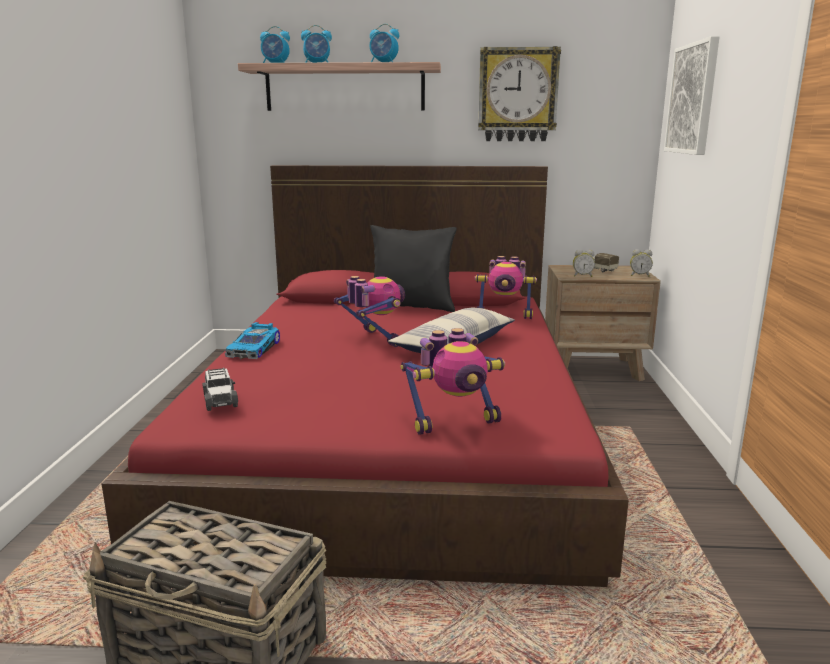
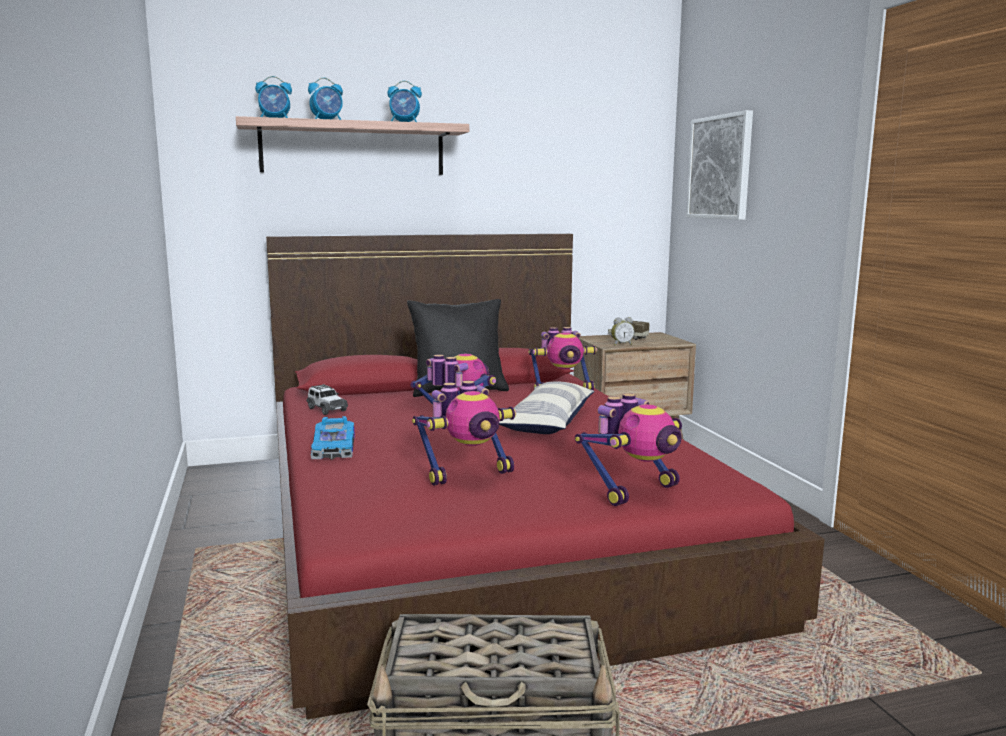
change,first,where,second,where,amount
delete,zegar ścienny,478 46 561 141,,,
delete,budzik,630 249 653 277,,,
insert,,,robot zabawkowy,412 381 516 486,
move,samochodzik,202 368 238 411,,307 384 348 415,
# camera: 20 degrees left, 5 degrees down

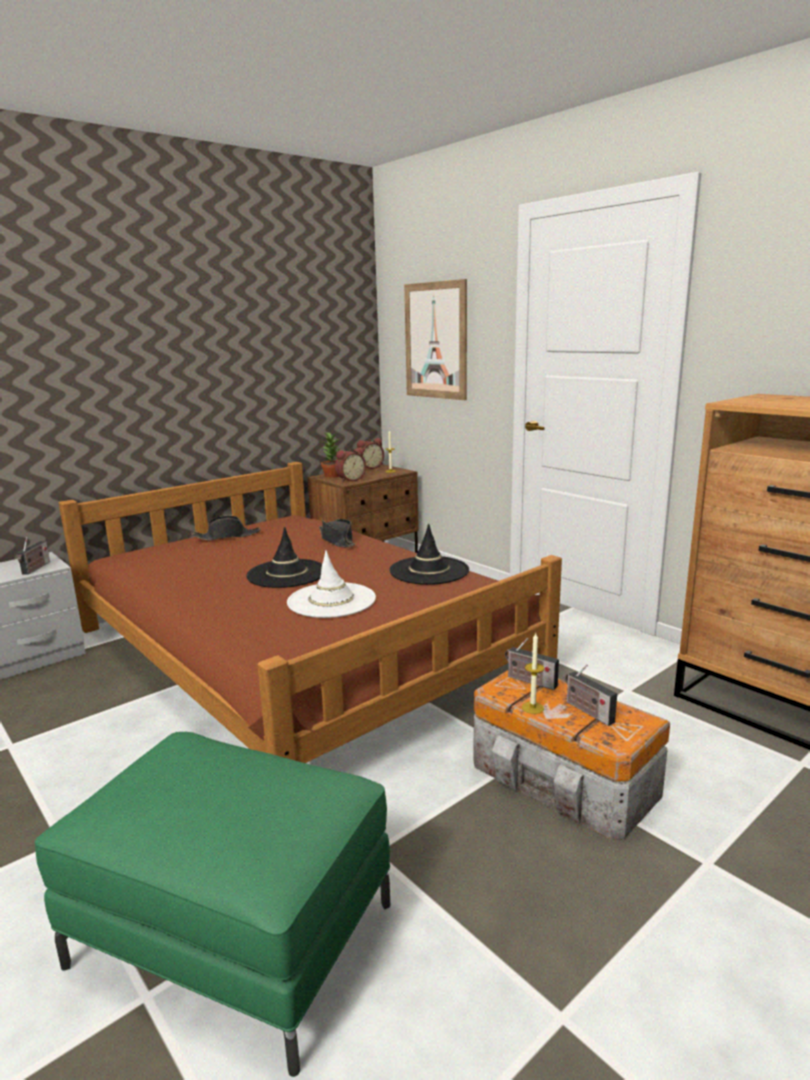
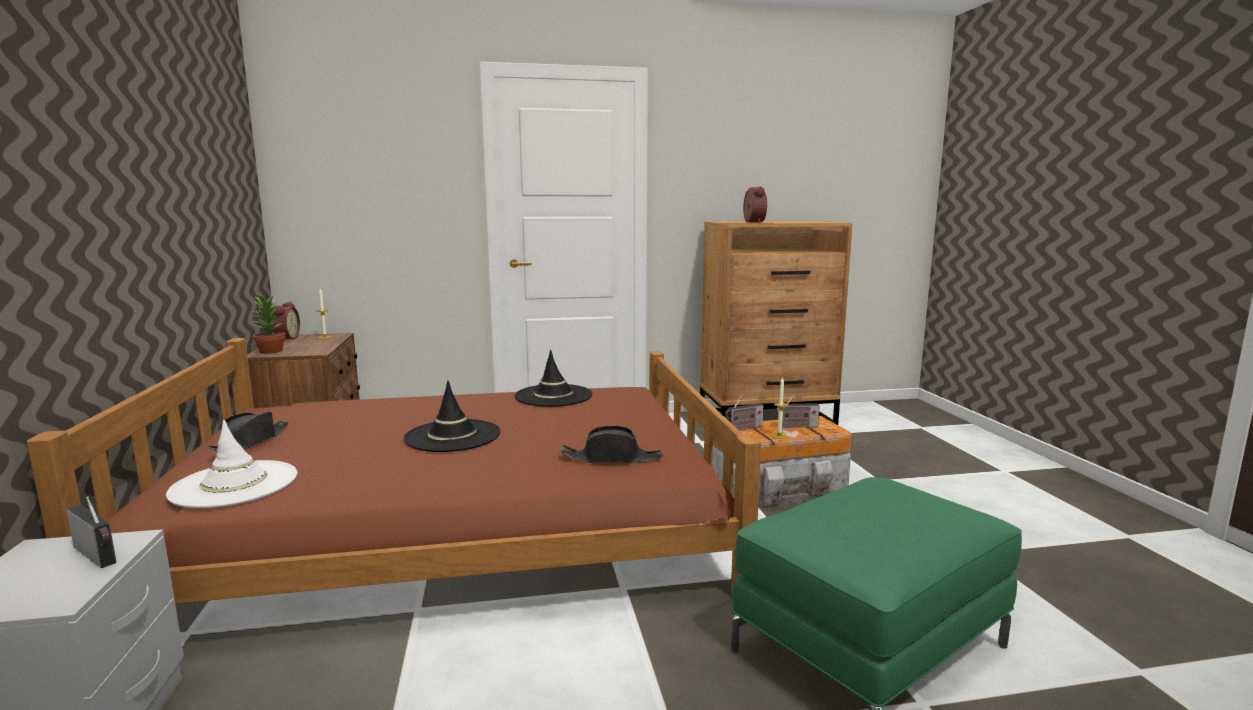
change,first,where,second,where,amount
delete,obraz,404 279 467 400,,,
move,kapelusz (biały),287 550 376 618,,166 420 297 508,
move,kapelusz (czarny),319 519 355 547,,560 425 664 463,
move,budzik,335 448 366 482,,743 186 767 222,
# camera: 60 degrees left, 5 degrees down

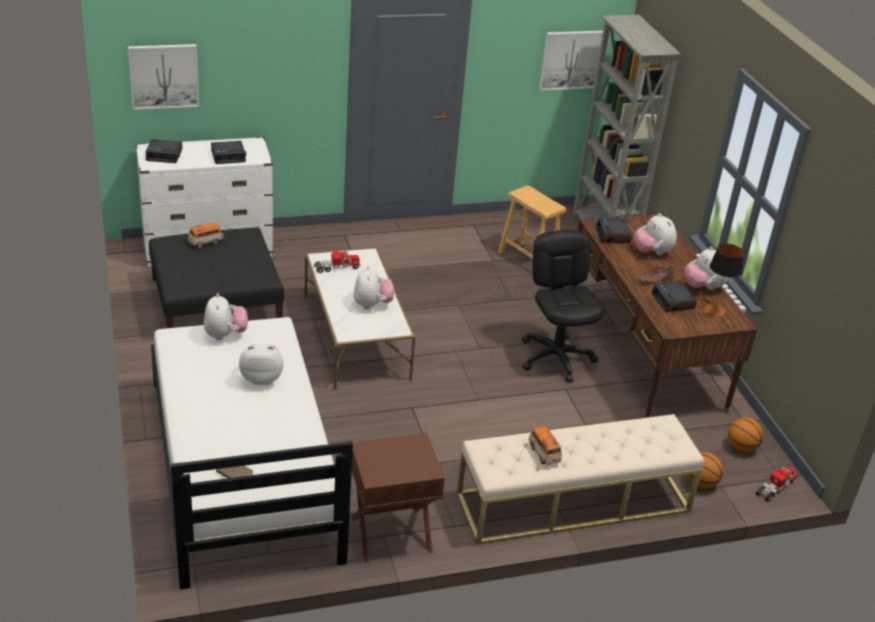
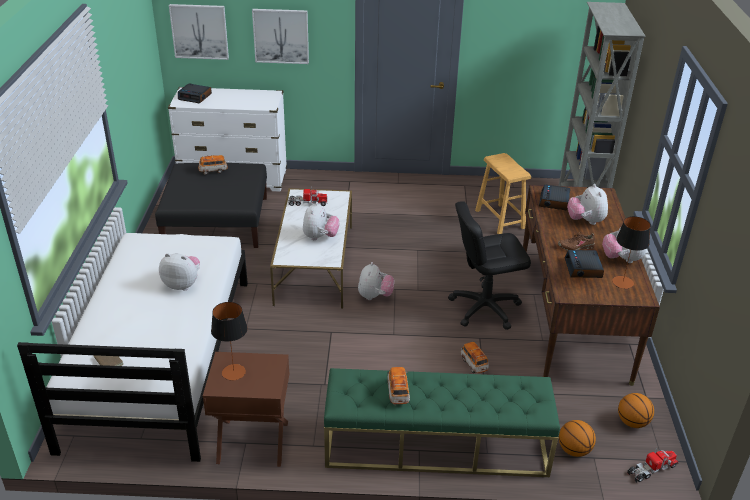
change,first,where,second,where,amount
delete,budzik,211 141 246 164,,,
insert,,,lampa stołowa,211 302 248 380,
insert,,,samochodzik,460 342 489 374,
move,pluszak,204 293 248 340,,358 262 394 300,
move,obraz,539 31 603 91,,252 9 309 64,
recolor,ławka (beżowy),457 414 704 545,ławka (zielony),324 368 560 477,
rotate,krzesło biurowe (czarny),522 230 604 382,,448 202 531 330,105 degrees counterclockwise
# camera: 20 degrees right, 0 degrees up

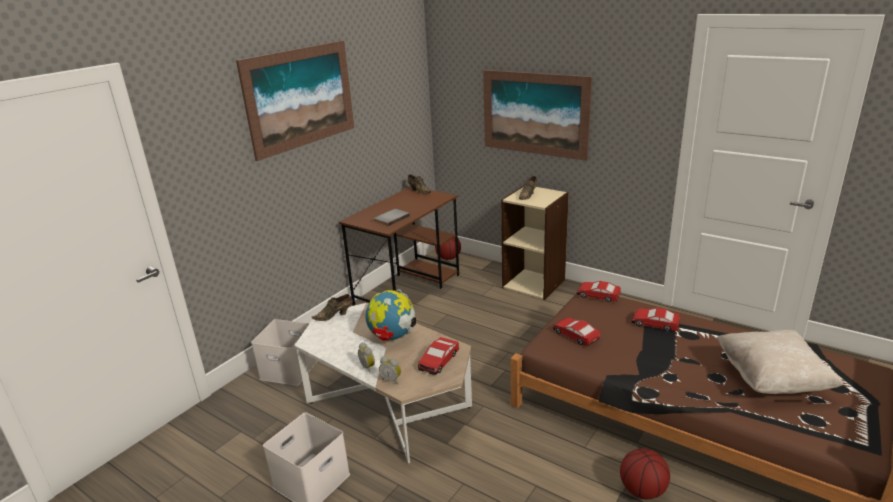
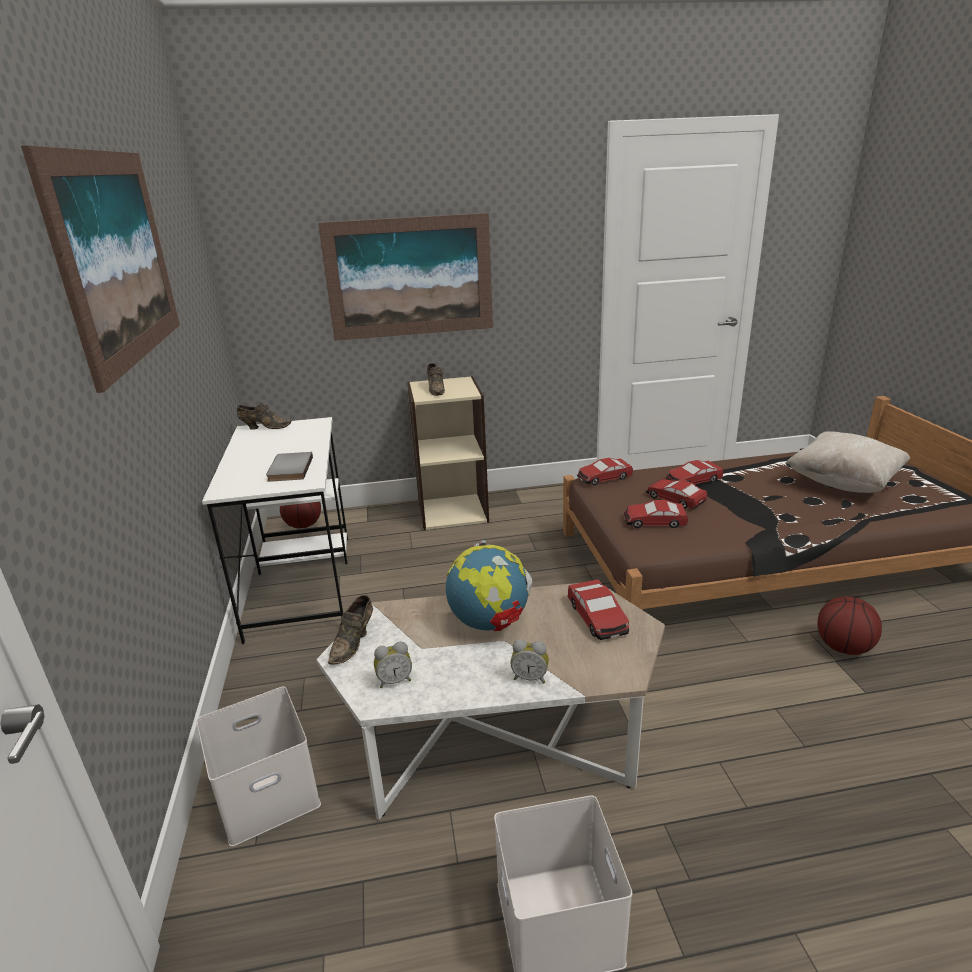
change,first,where,second,where,amount
insert,,,samochodzik,646 479 707 509,
move,budzik,379 356 401 384,,374 641 412 688,
recolor,biurko (brązowy),339 186 459 306,biurko (biały),202 417 348 644,
# camera: 45 degrees left, 0 degrees up

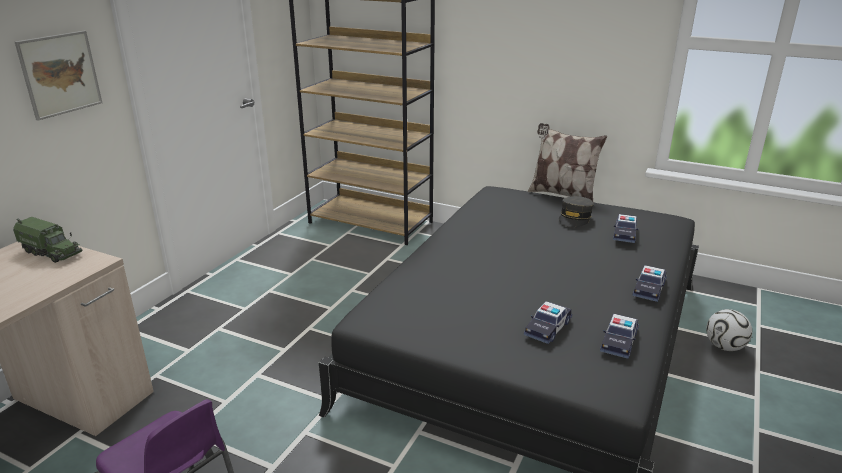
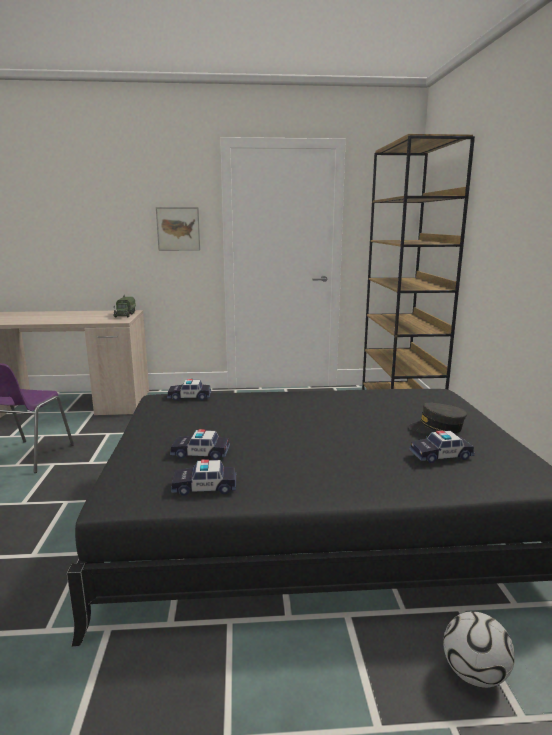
change,first,where,second,where,amount
delete,poduszka,528 123 607 201,,,
move,samochodzik,632 265 667 302,,167 379 211 401,
# camera: 60 degrees right, 10 degrees down

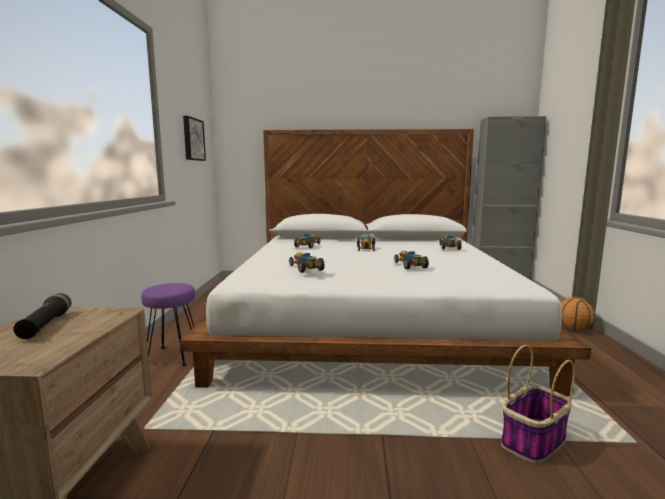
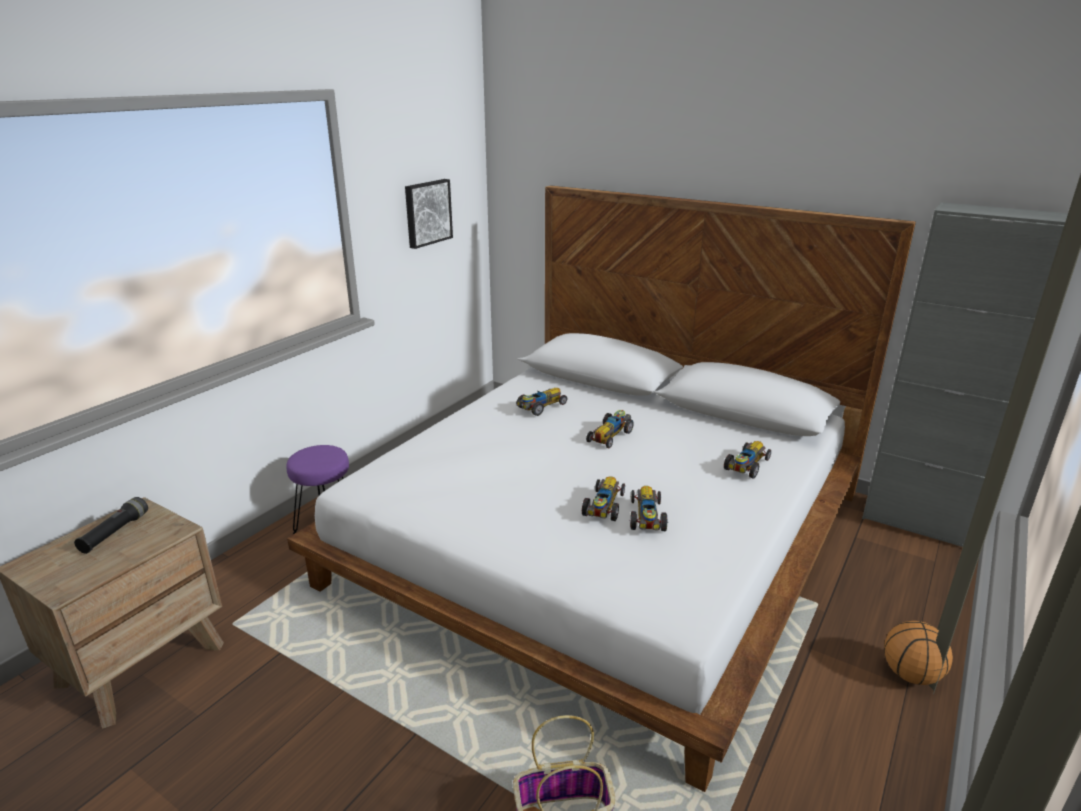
change,first,where,second,where,amount
move,samochodzik,289 252 325 273,,629 486 668 531,
# camera: 30 degrees right, 15 degrees up

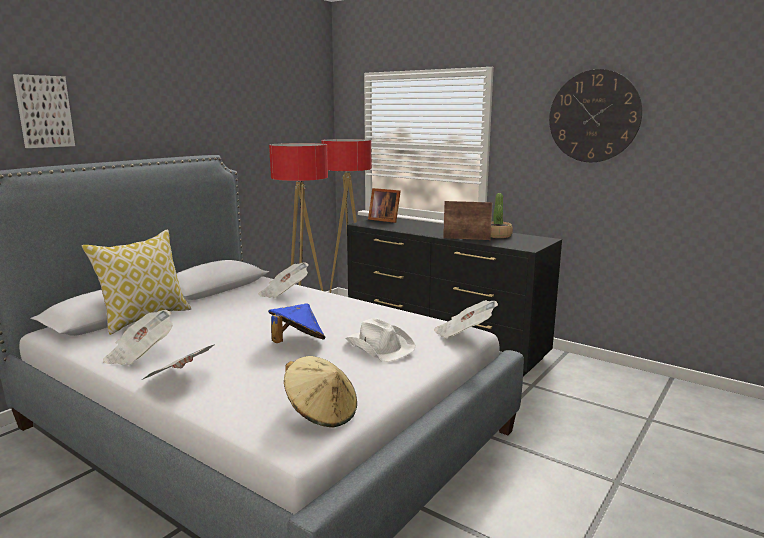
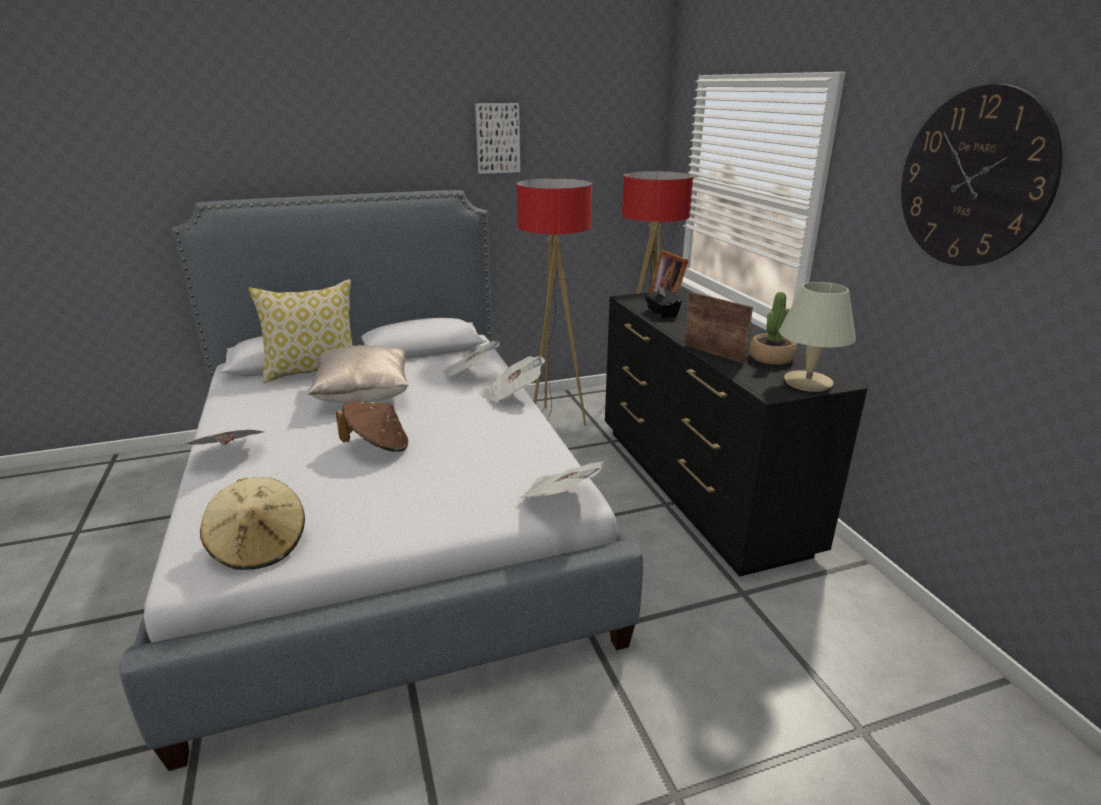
change,first,where,second,where,amount
delete,kapelusz (biały),345 318 415 362,,,
insert,,,poduszka (beżowy),307 345 408 403,
insert,,,pudełko chusteczek (czarny),646 285 682 318,
insert,,,lampa stołowa (beżowy),779 282 856 392,
move,obraz,13 74 75 148,,475 103 520 174,
move,gazeta,103 310 173 365,,479 356 545 403,
recolor,kapelusz (niebieski),268 303 326 343,kapelusz (brązowy),336 401 408 452,
# camera: 35 degrees right, 10 degrees up

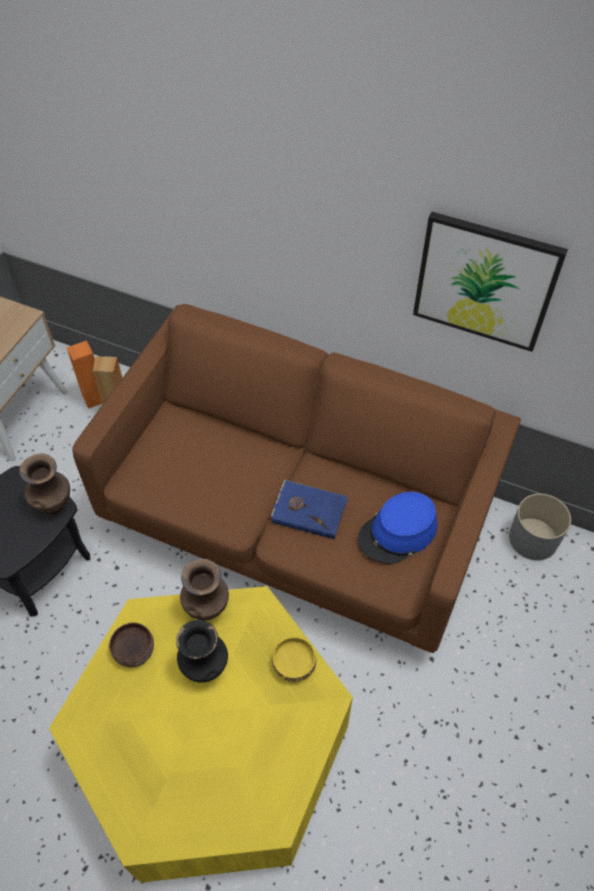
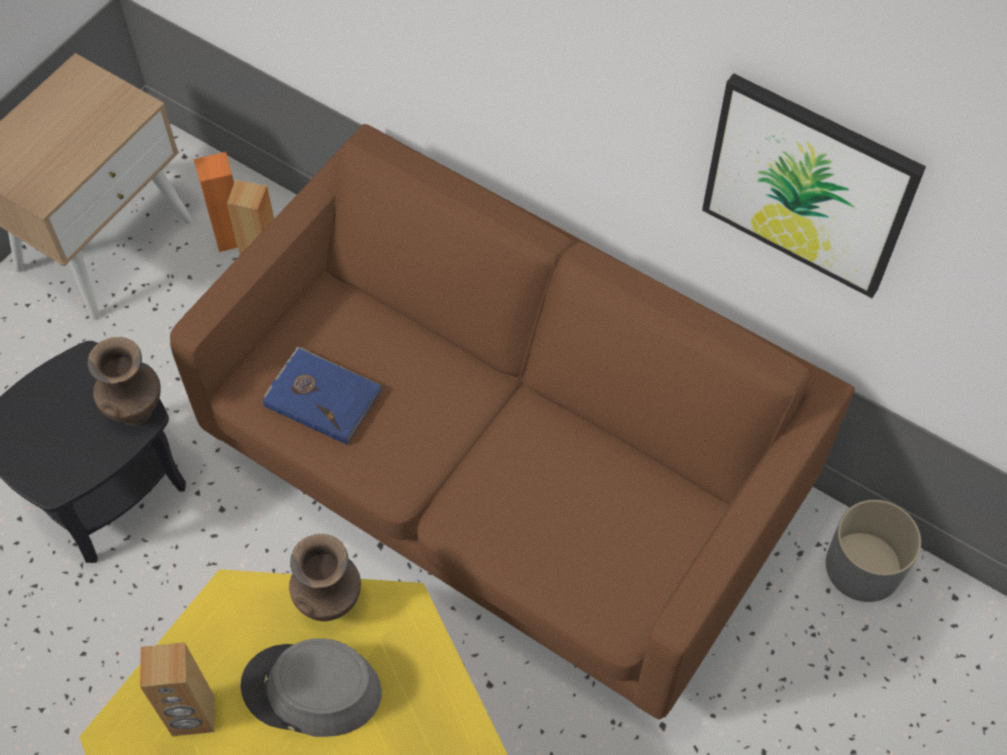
change,first,where,second,where,amount
delete,miska (brązowy),109 622 154 667,,,
delete,miska (żółty),272 637 316 682,,,
delete,kapelusz (niebieski),358 492 437 564,,,
insert,,,głośnik (brązowy),140 643 214 736,
move,książka (niebieski),271 480 348 539,,263 347 383 445,
replace,wazon (czarny),176 620 228 683,kapelusz (szary),240 638 382 737,
# camera: 10 degrees right, 5 degrees up

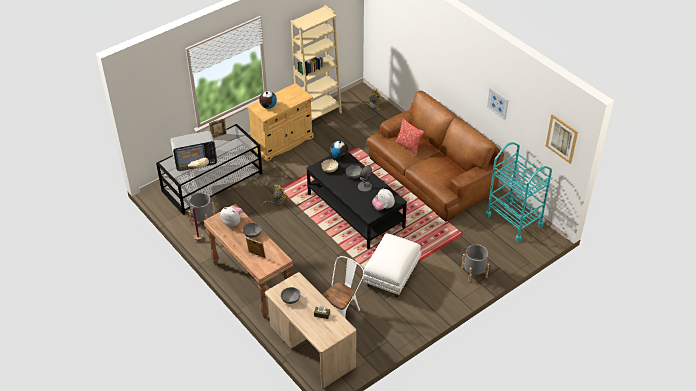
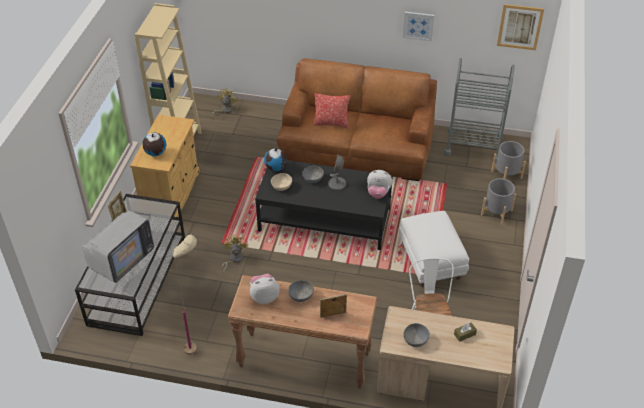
change,first,where,second,where,amount
move,donica (szary),188 193 215 225,,491 141 526 179,
recolor,wózek (turkusowy),485 142 552 242,wózek (szary),444 58 515 163,
# camera: 40 degrees left, 0 degrees up

